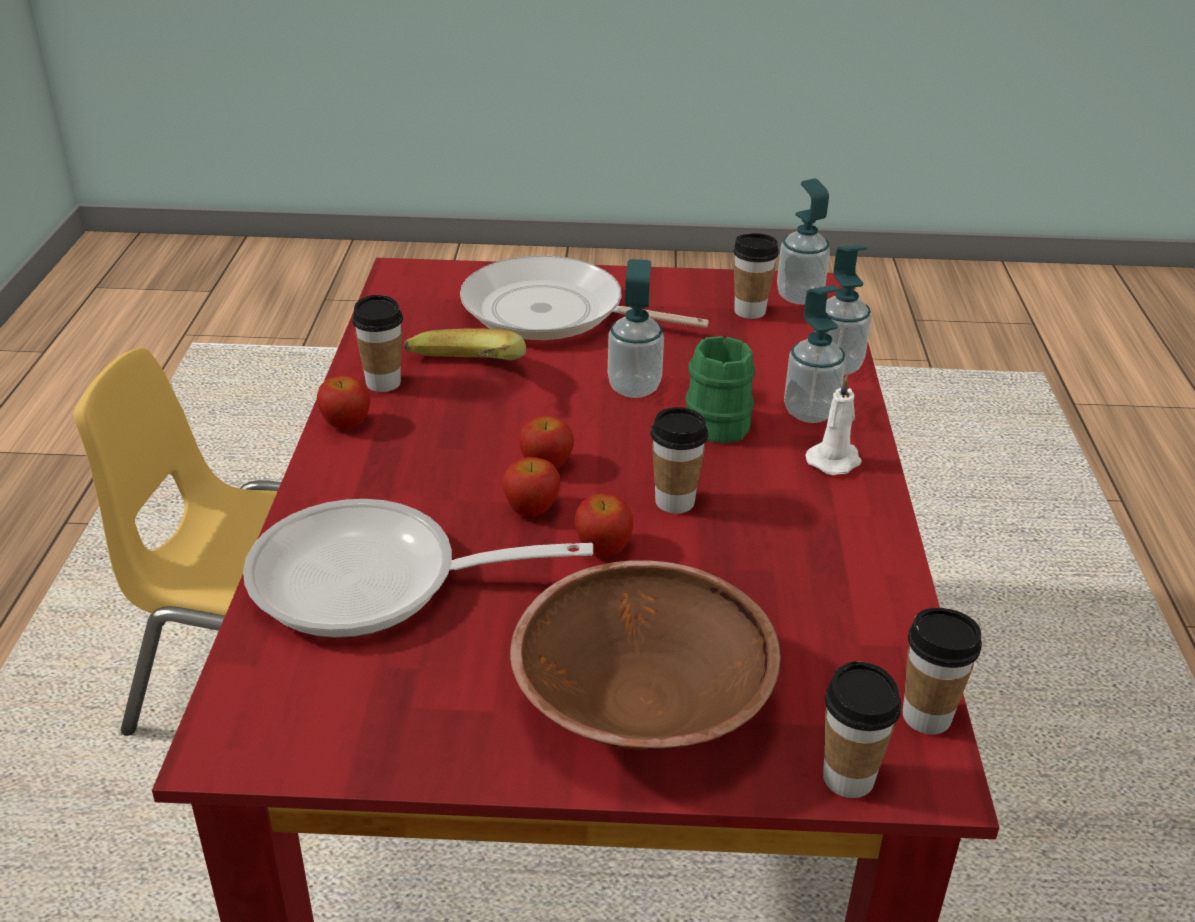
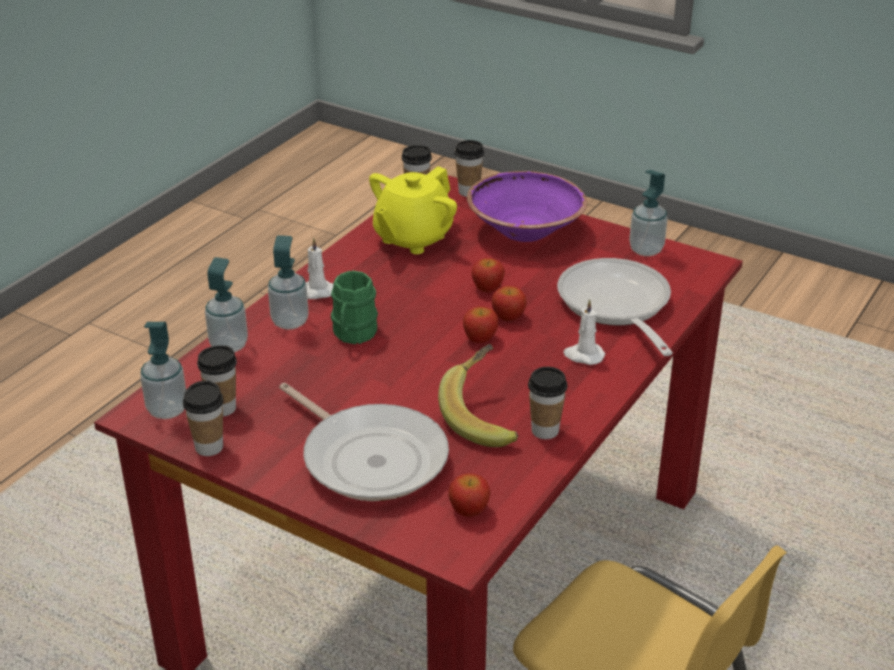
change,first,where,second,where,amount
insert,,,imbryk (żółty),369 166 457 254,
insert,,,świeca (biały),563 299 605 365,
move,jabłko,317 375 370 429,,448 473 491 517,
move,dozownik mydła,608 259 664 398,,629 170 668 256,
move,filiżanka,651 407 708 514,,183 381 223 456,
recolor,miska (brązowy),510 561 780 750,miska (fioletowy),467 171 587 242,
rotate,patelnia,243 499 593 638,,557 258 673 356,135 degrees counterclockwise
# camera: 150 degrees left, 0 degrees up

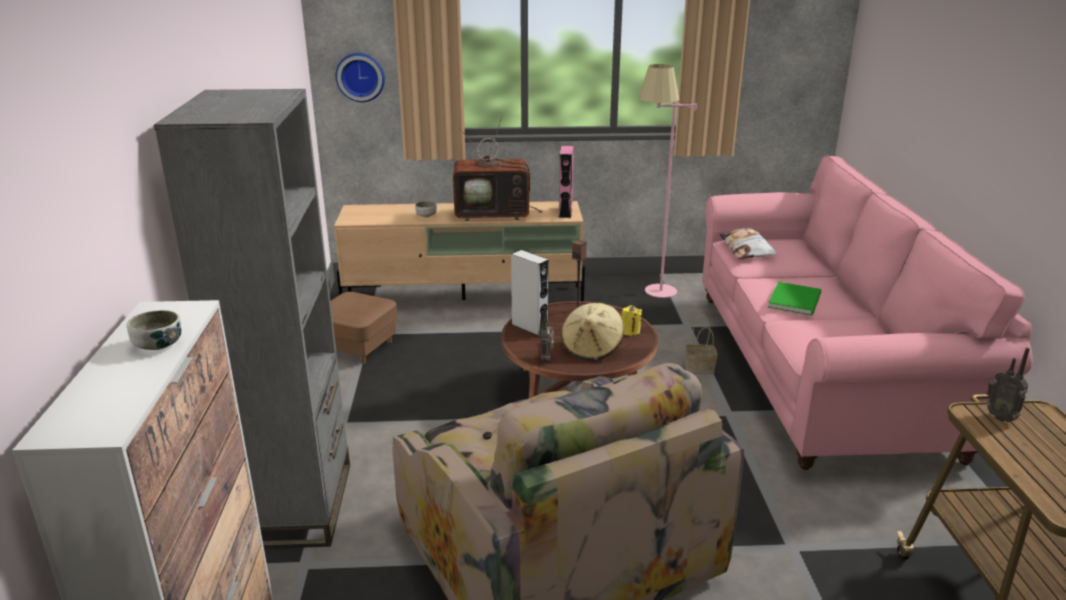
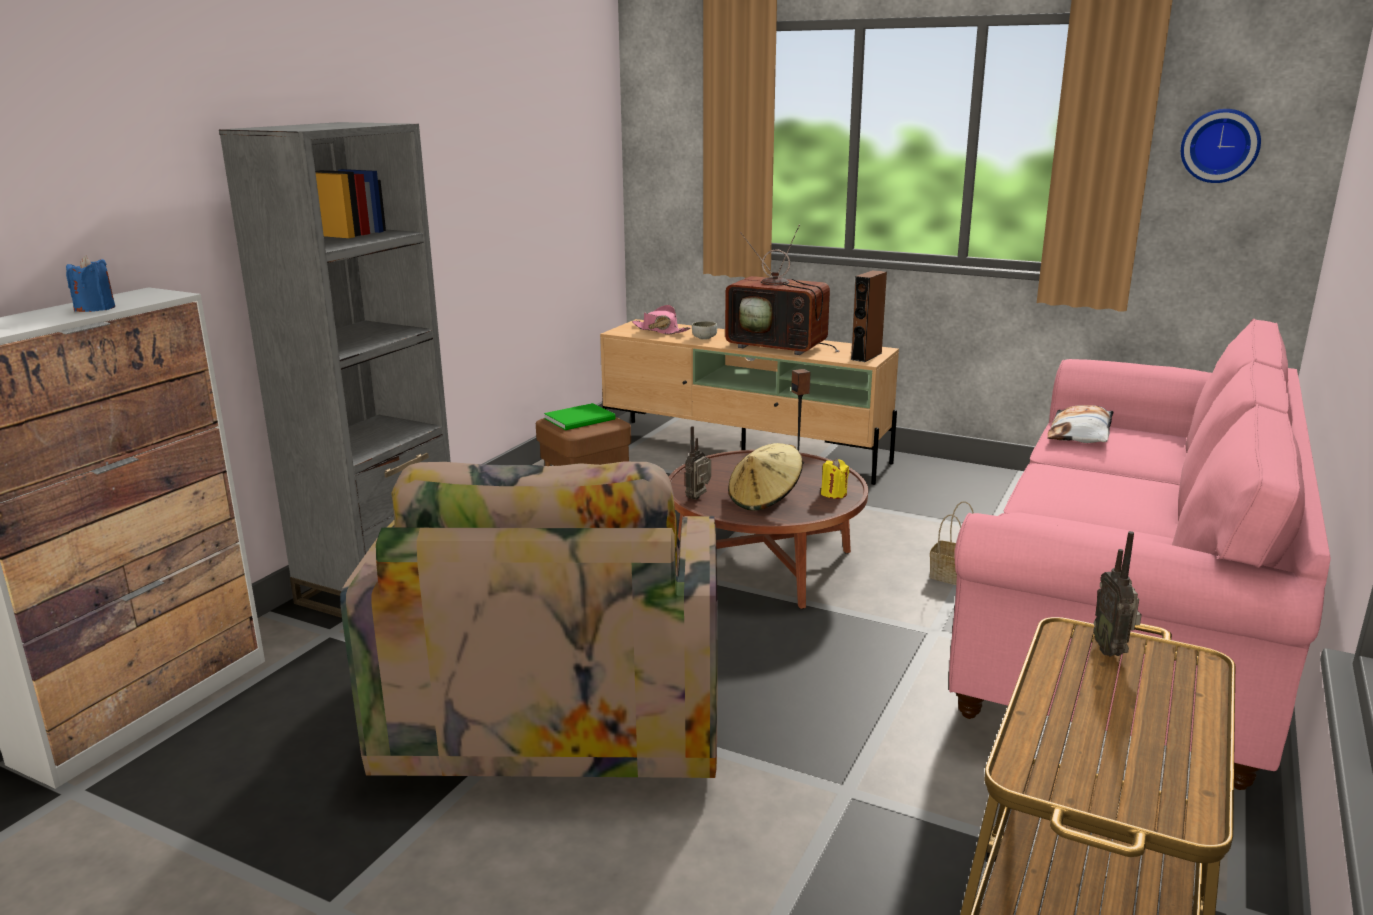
change,first,where,second,where,amount
delete,głośnik (szary),511 250 549 336,,,
delete,lampa stojąca (różowy),639 64 697 298,,,
insert,,,kapelusz (różowy),632 305 690 335,
move,zegar ścienny,336 53 385 102,,1181 109 1261 183,
move,książka (zielony),768 282 821 315,,544 403 616 430,
replace,miska,127 310 181 350,świeca (niebieski),66 255 115 312,
recolor,głośnik (różowy),558 146 573 218,głośnik (brązowy),851 270 887 362,
# camera: 30 degrees right, 5 degrees down

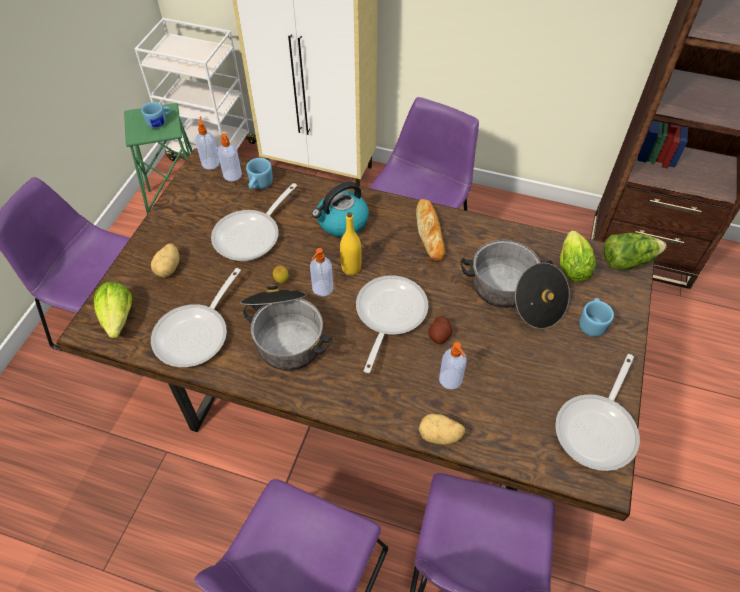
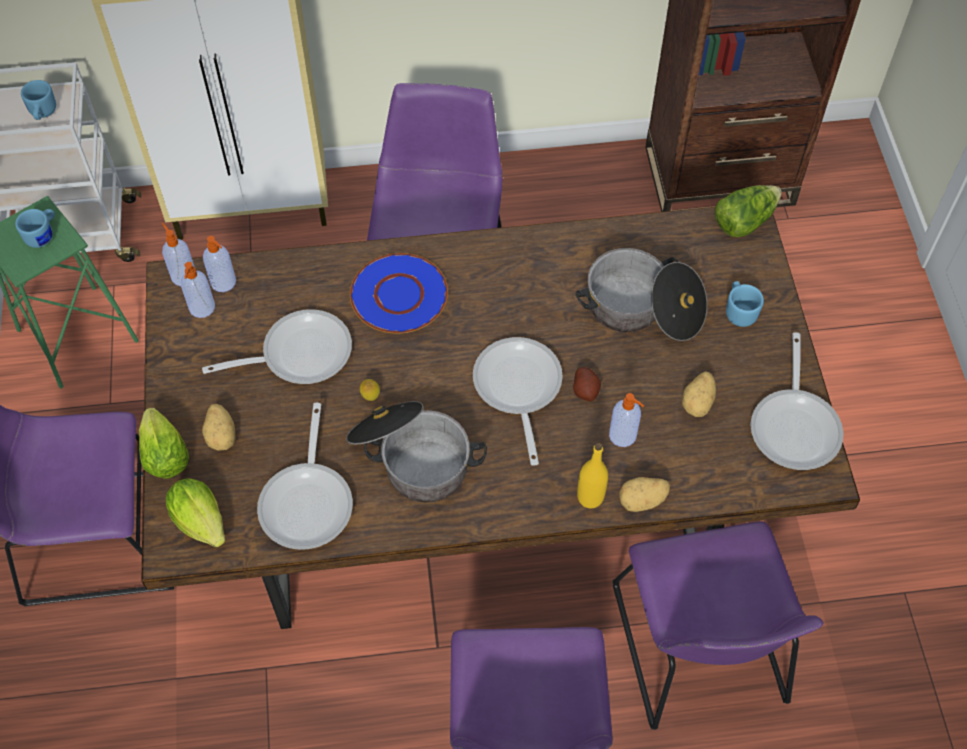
change,first,where,second,where,amount
delete,chleb,416 199 445 262,,,
insert,,,ziemniak,682 371 716 417,
move,kubek (niebieski),246 158 273 189,,21 80 56 120,
move,dozownik mydła,310 248 333 296,,181 262 215 318,
move,butelka (żółty),340 212 361 275,,577 443 608 508,
move,sałata,560 231 596 282,,139 408 189 478,
replace,czajnik,312 182 369 237,talerz (niebieski),350 253 448 334,
rotate,patelnia,211 183 297 261,,202 309 352 384,120 degrees counterclockwise
# camera: 25 degrees left, 5 degrees up

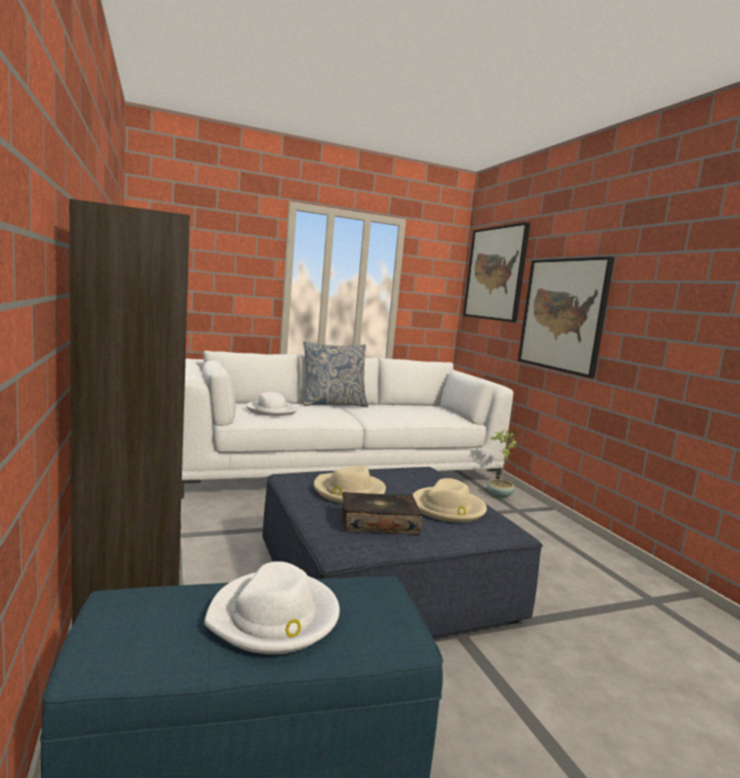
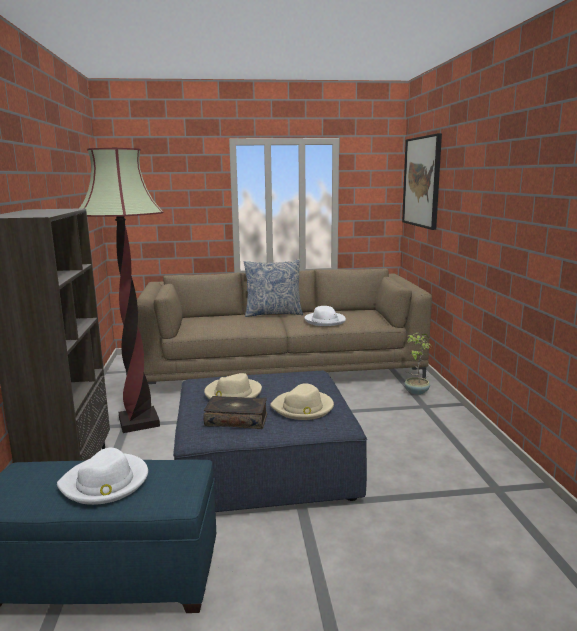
change,first,where,second,where,amount
delete,obraz,518 257 615 378,,,
insert,,,lampa stojąca,80 147 164 433,
move,kapelusz (biały),246 392 297 416,,304 306 346 326,
recolor,kanapa (biały),181 351 513 499,kanapa (brązowy),137 268 432 384,
# camera: 15 degrees right, 5 degrees up

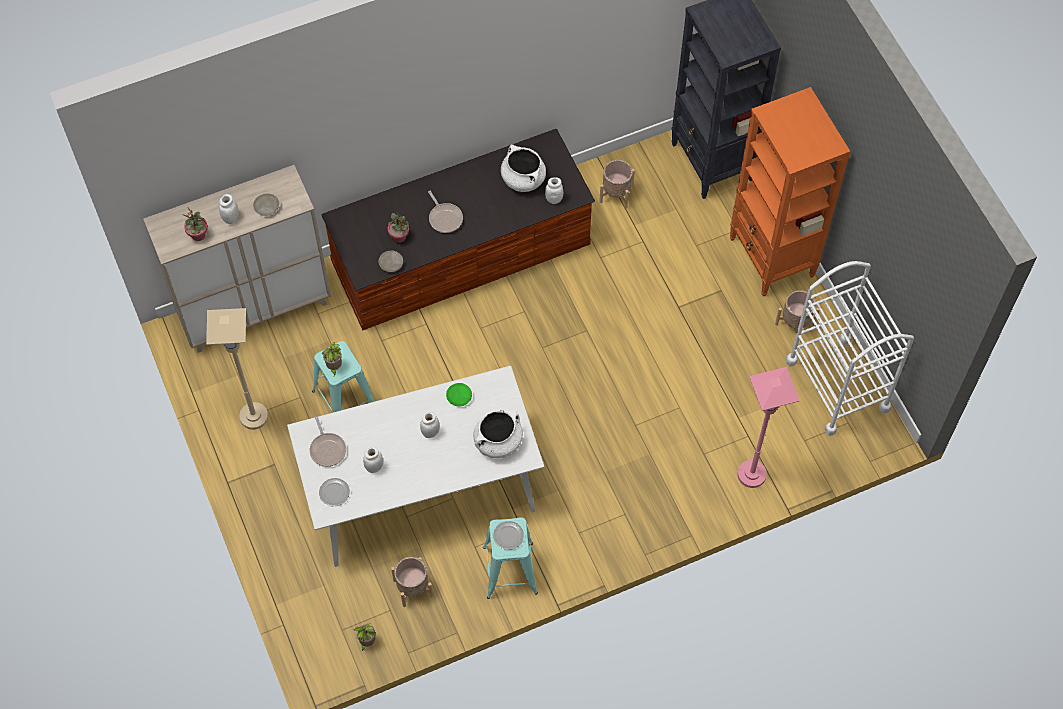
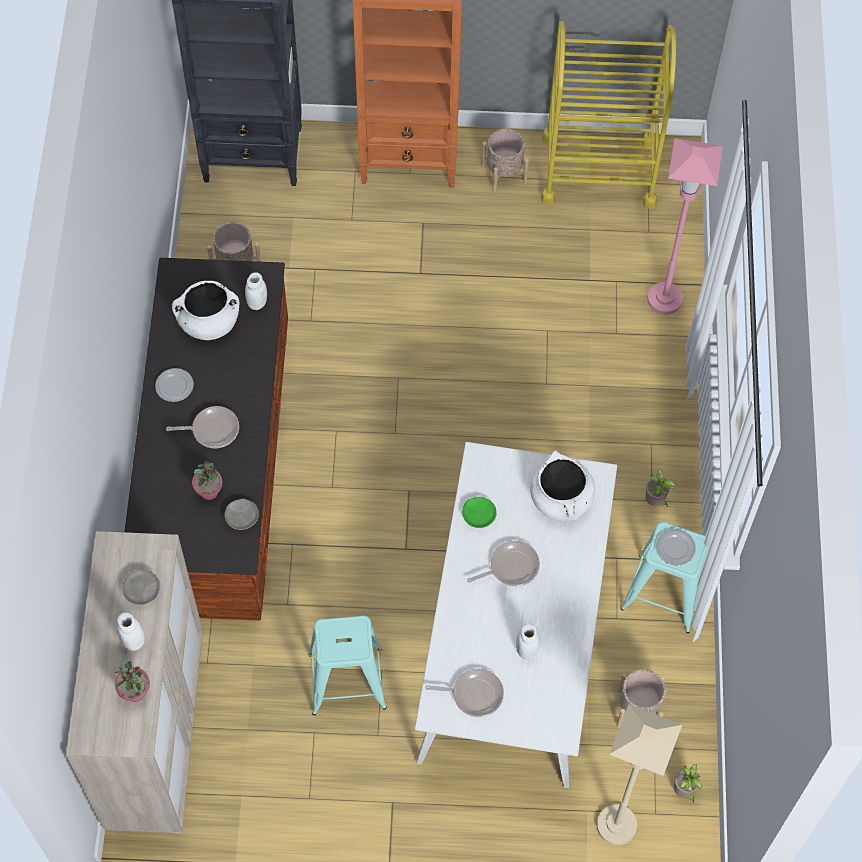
change,first,where,second,where,amount
move,lampa stojąca (beżowy),206 308 268 430,,597 704 682 845,
move,talerz,319 478 350 506,,155 368 194 402,
move,roślina doniczkowa,321 343 342 376,,645 469 675 506,
replace,słoik (biały),420 412 440 438,patelnia,467 541 540 587,
recolor,wózek (biały),786 261 914 436,wózek (żółty),541 21 677 209,
# camera: 65 degrees left, 0 degrees up

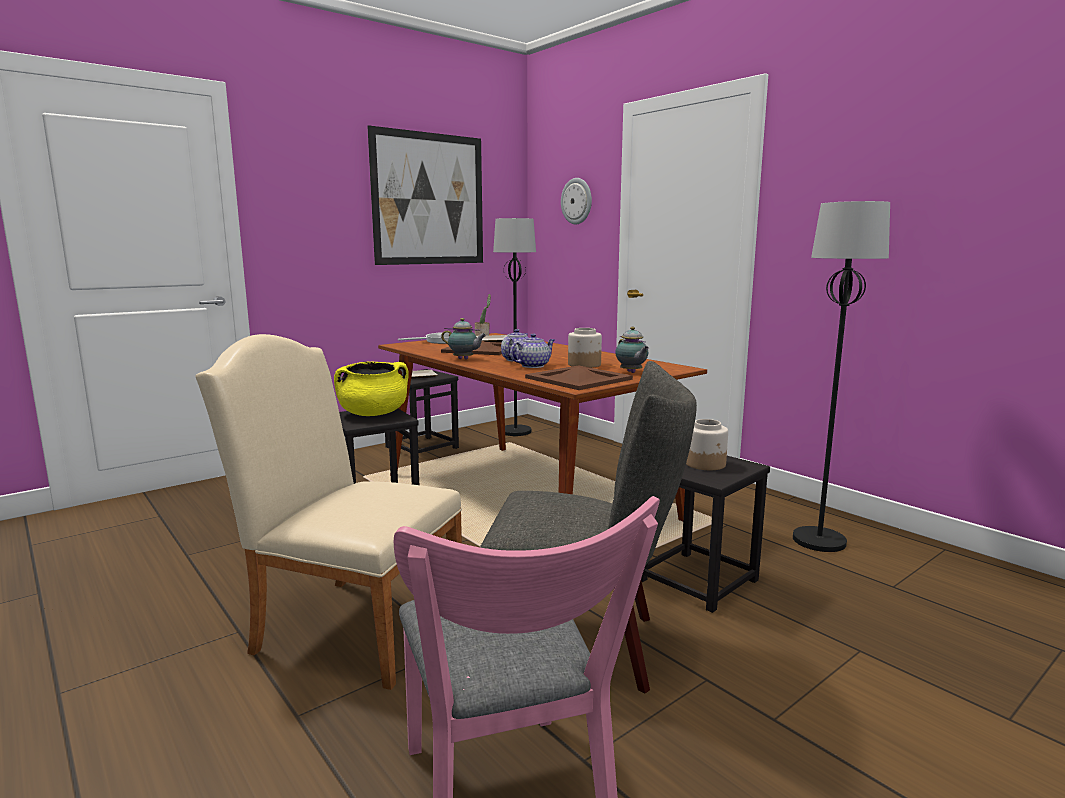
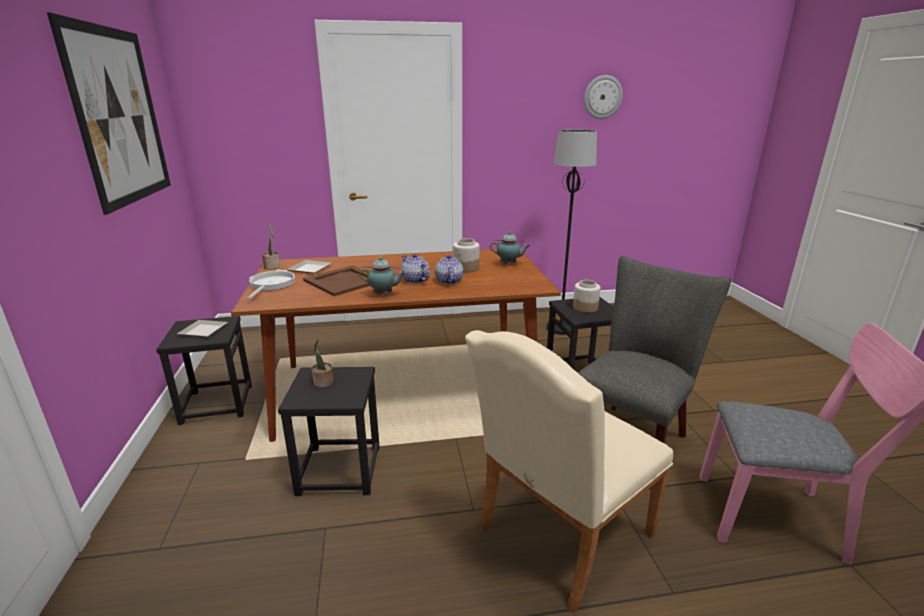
change,first,where,second,where,amount
delete,lampa stojąca (czarny),493 218 536 436,,,
delete,taca (brązowy),525 365 633 390,,,
move,zegar ścienny,561 178 592 225,,584 75 623 119,
replace,garnek (żółty),334 361 409 416,roślina doniczkowa,312 338 334 388,
rotate,imbryk,441 318 487 359,,359 257 406 295,45 degrees clockwise
# camera: 60 degrees left, 10 degrees up

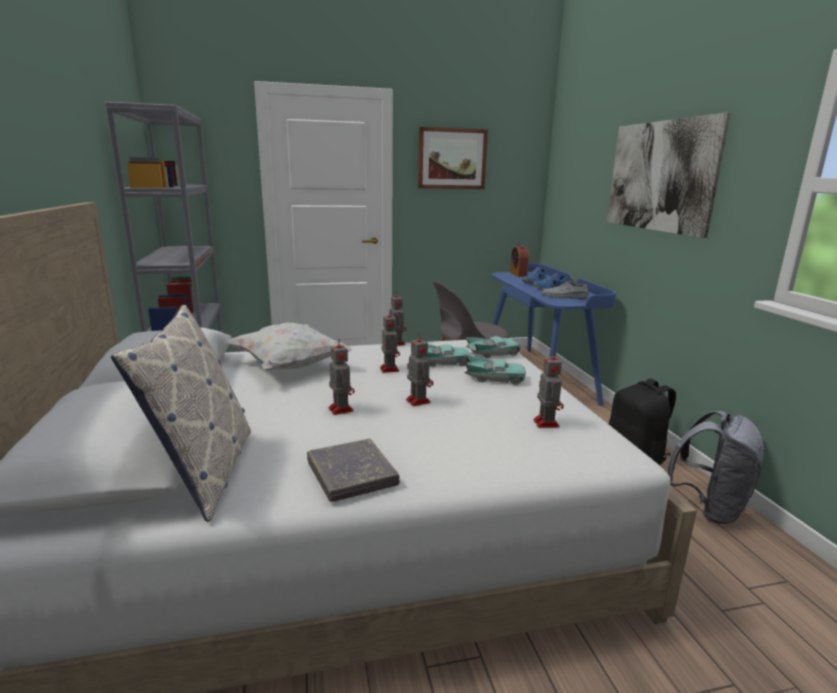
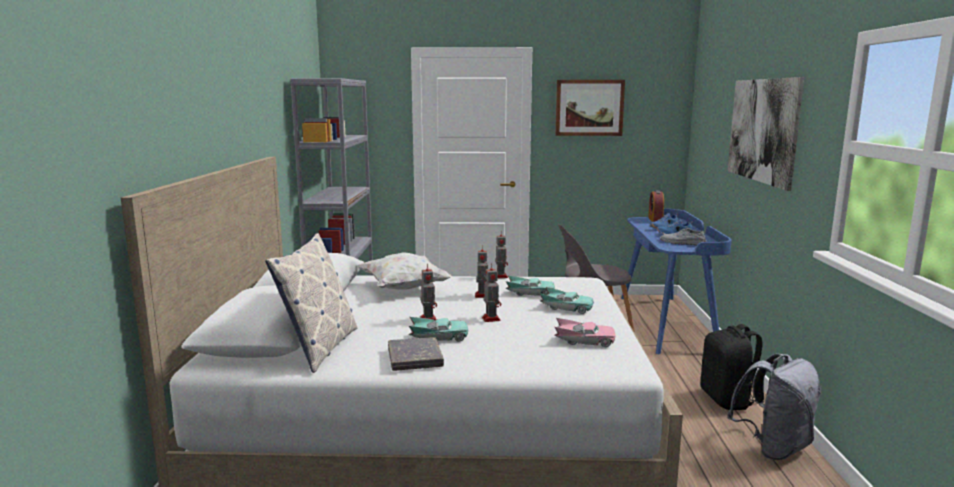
change,first,where,second,where,amount
move,samochodzik (turkusowy),465 336 521 358,,409 317 468 342,
replace,robot zabawkowy,533 350 564 428,samochodzik (różowy),554 318 616 347,
# camera: 15 degrees right, 5 degrees down

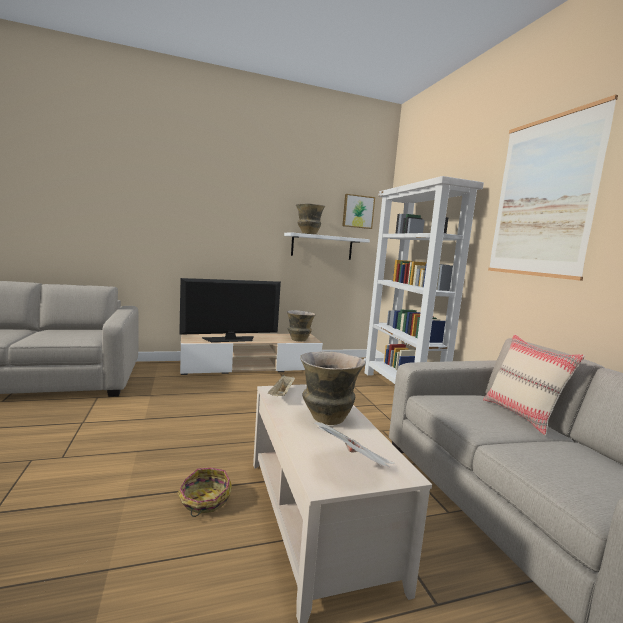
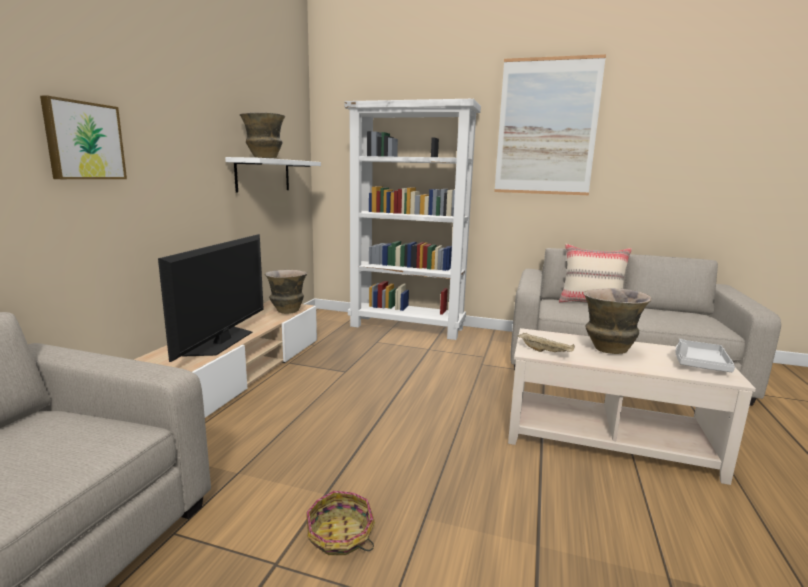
change,first,where,second,where,amount
move,koszyk,177 468 232 517,,306 491 375 555,
move,obraz,342 194 375 229,,40 95 127 179,
replace,gazeta,314 422 395 467,taca (szary),675 339 735 372,
# camera: 55 degrees left, 5 degrees up

